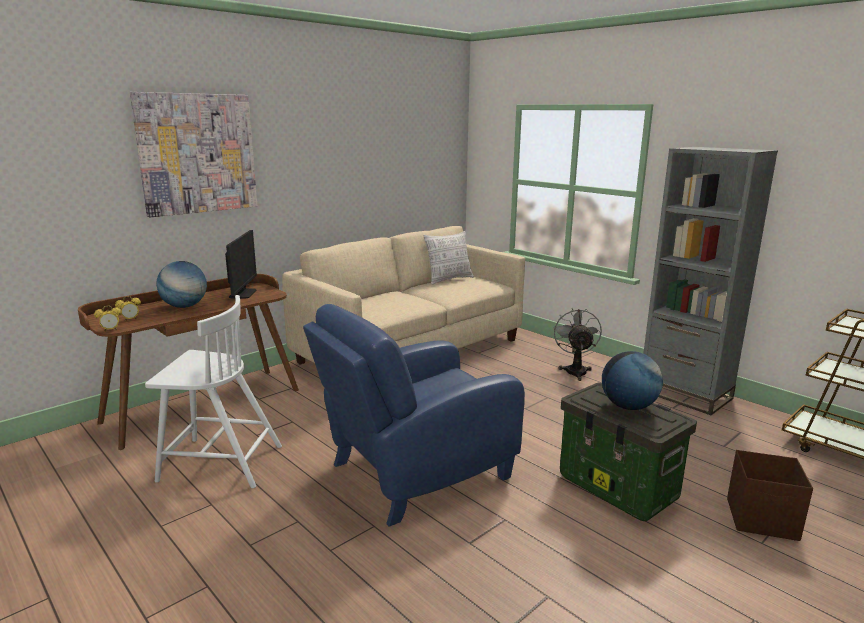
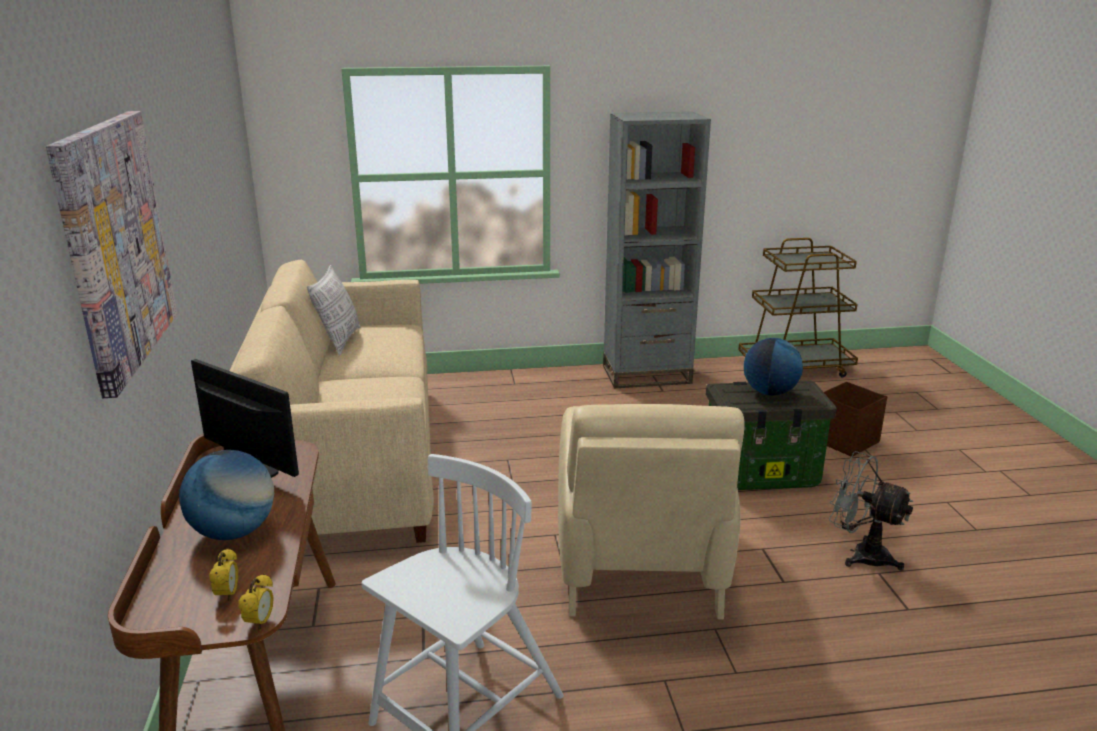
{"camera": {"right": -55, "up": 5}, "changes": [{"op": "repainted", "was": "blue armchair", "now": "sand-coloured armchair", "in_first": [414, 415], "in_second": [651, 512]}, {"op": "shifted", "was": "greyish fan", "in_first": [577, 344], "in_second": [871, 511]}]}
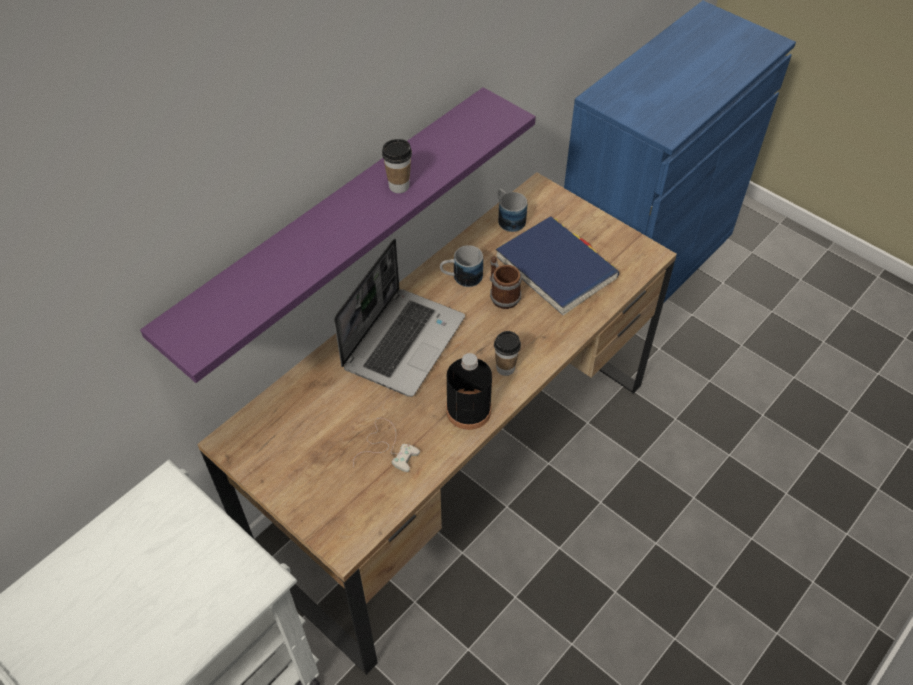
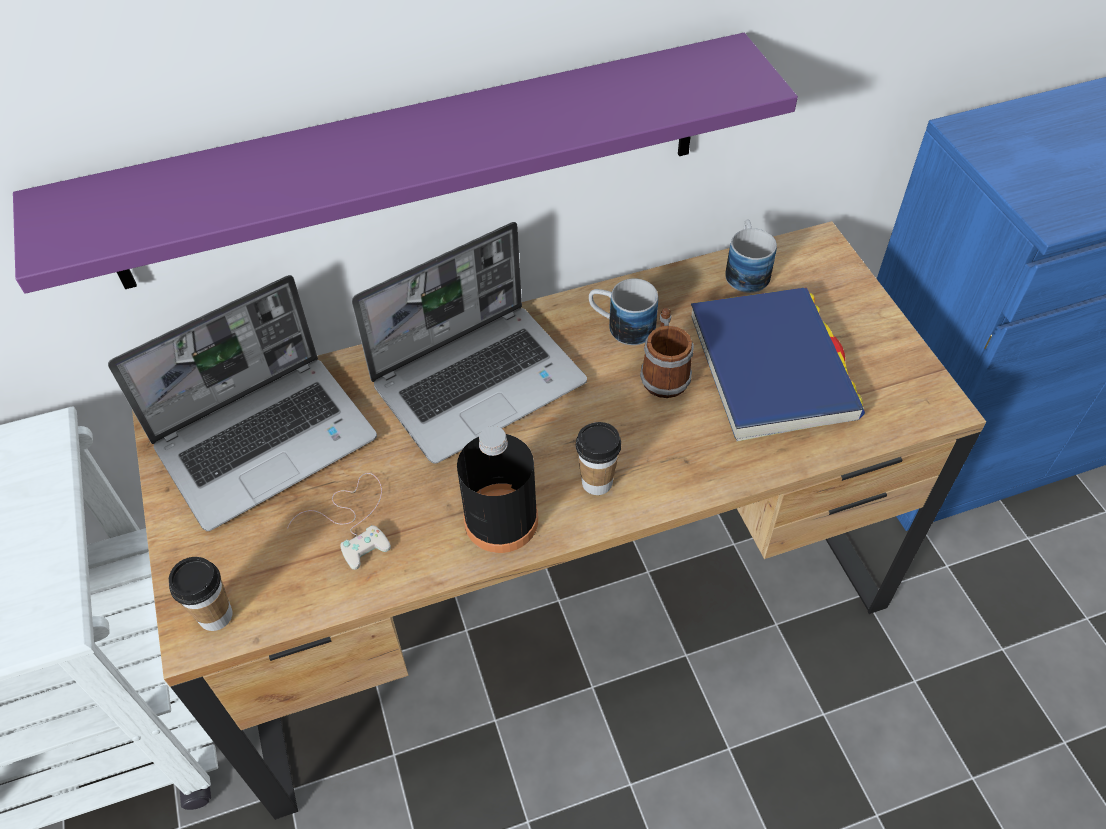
{"camera": {"right": 30, "up": 0}, "changes": [{"op": "shifted", "was": "cup", "in_first": [397, 166], "in_second": [201, 594]}, {"op": "new", "now": "laptop", "in_second": [242, 403]}]}
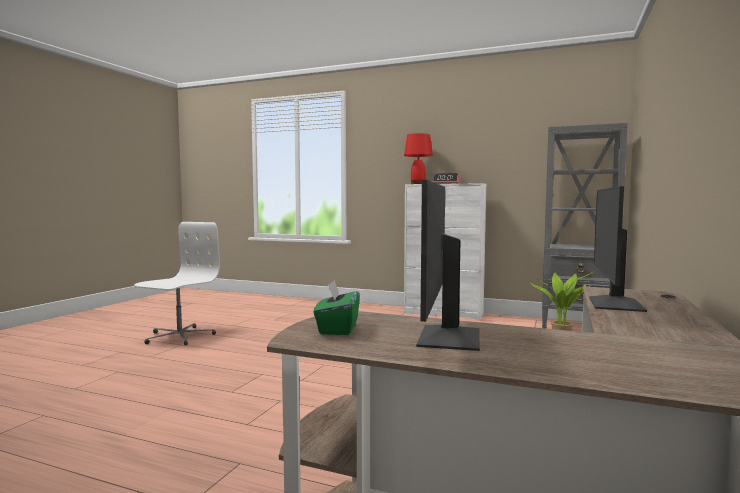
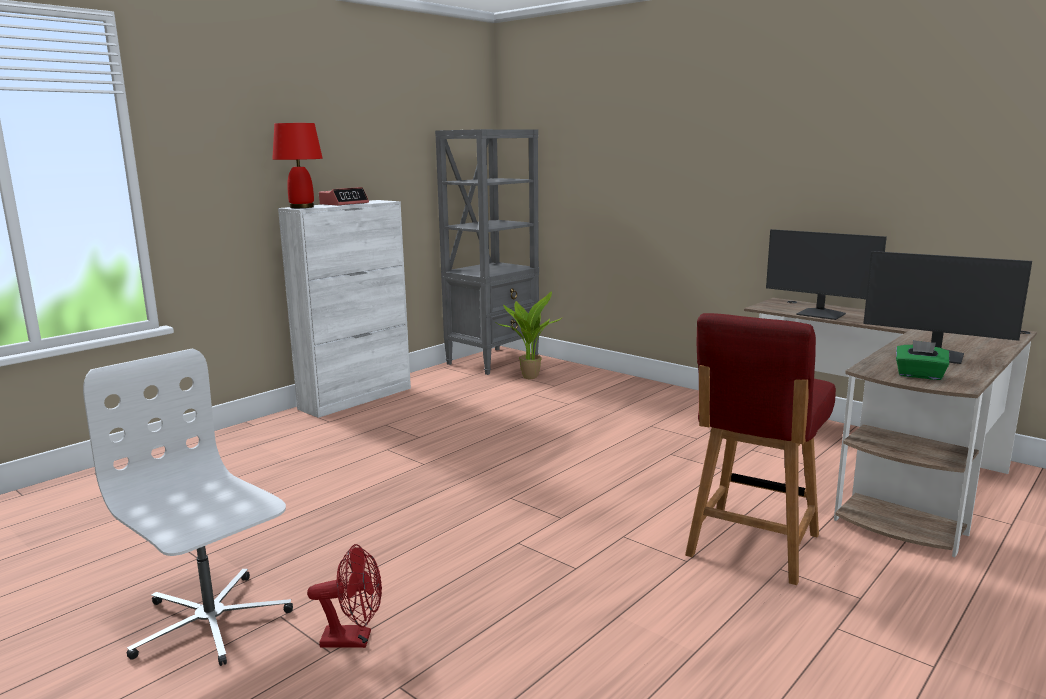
{"camera": {"right": -70, "up": 10}, "changes": [{"op": "new", "now": "red-coloured upright chair", "in_second": [760, 449]}, {"op": "new", "now": "red-coloured fan", "in_second": [344, 596]}]}
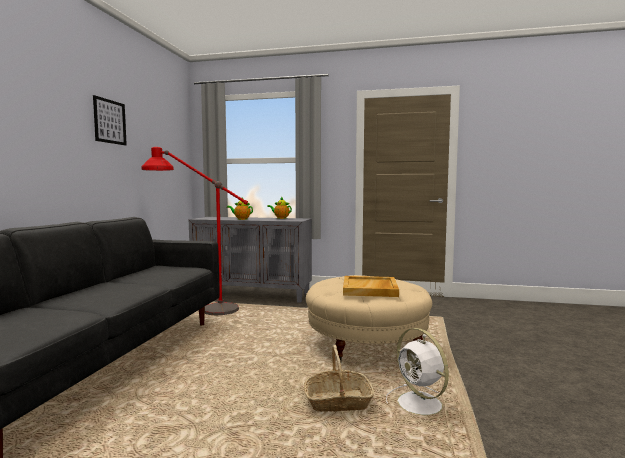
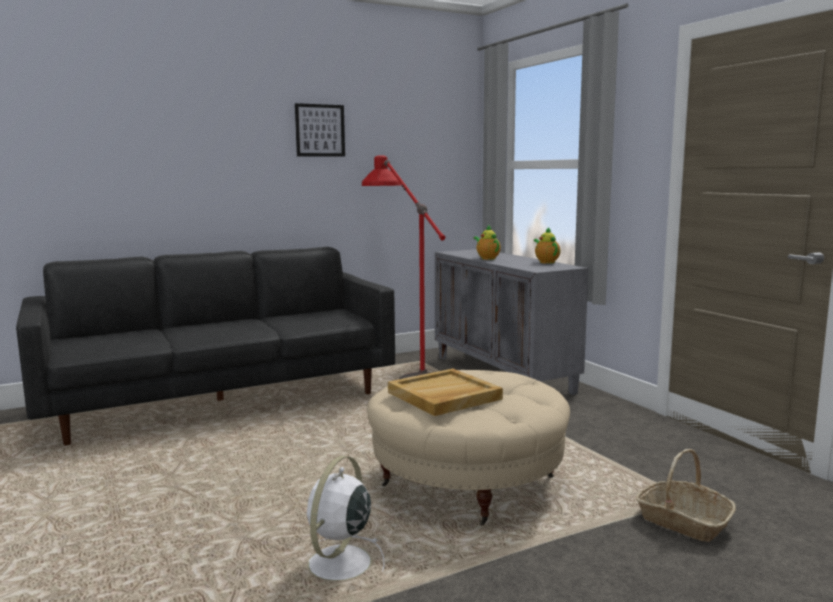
{"camera": {"right": 50, "up": 5}, "changes": [{"op": "shifted", "was": "storage basket", "in_first": [339, 378], "in_second": [686, 495]}]}
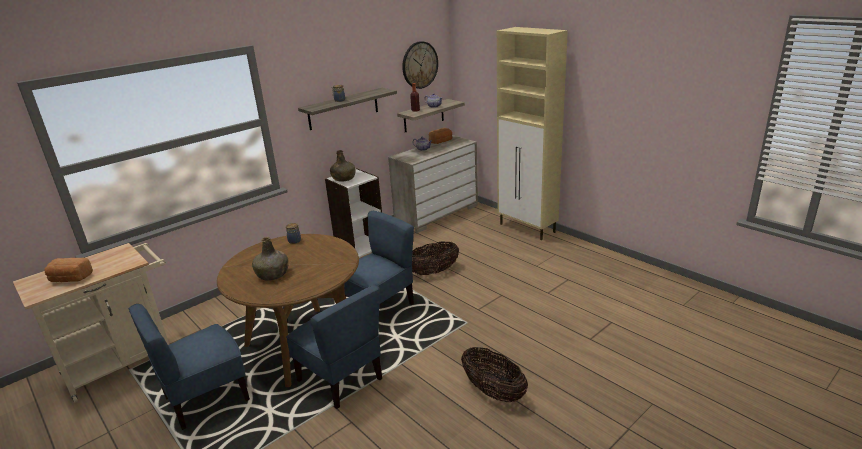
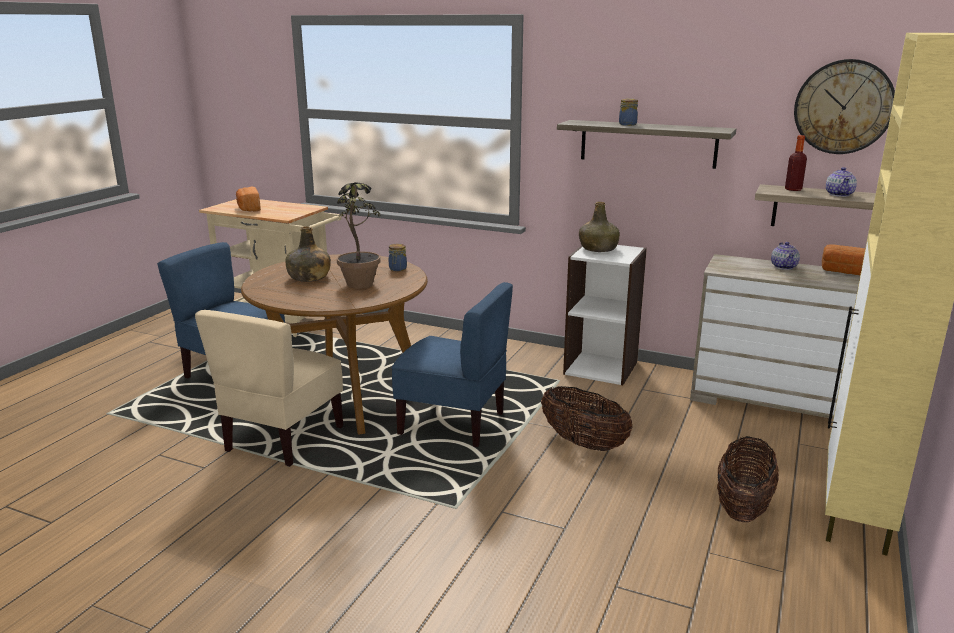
{"camera": {"right": 65, "up": -5}, "changes": [{"op": "repainted", "was": "blue upright chair", "now": "sand-coloured upright chair", "in_first": [334, 347], "in_second": [269, 388]}, {"op": "shifted", "was": "storage basket", "in_first": [494, 374], "in_second": [748, 479]}, {"op": "new", "now": "plant in a pot", "in_second": [358, 235]}]}
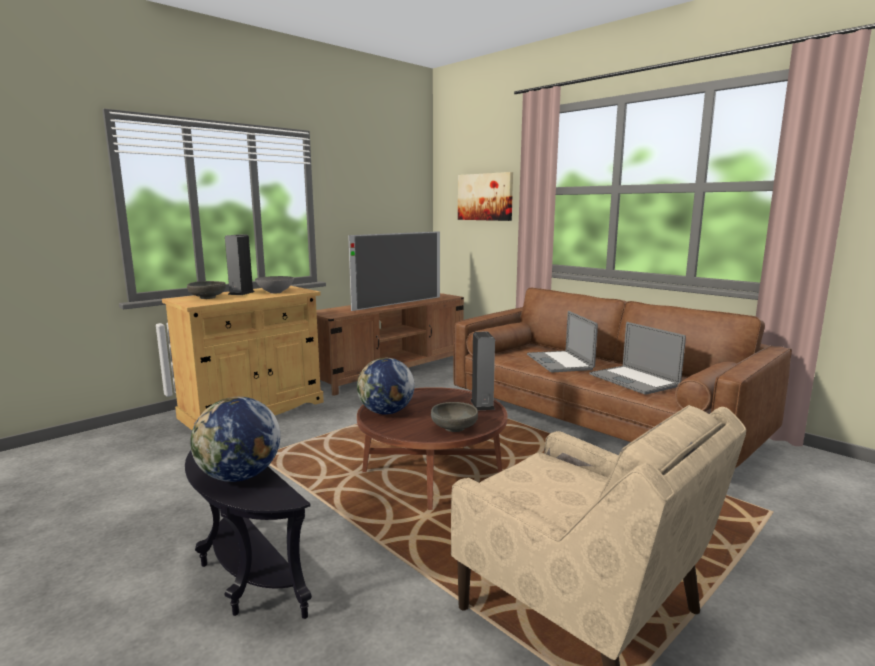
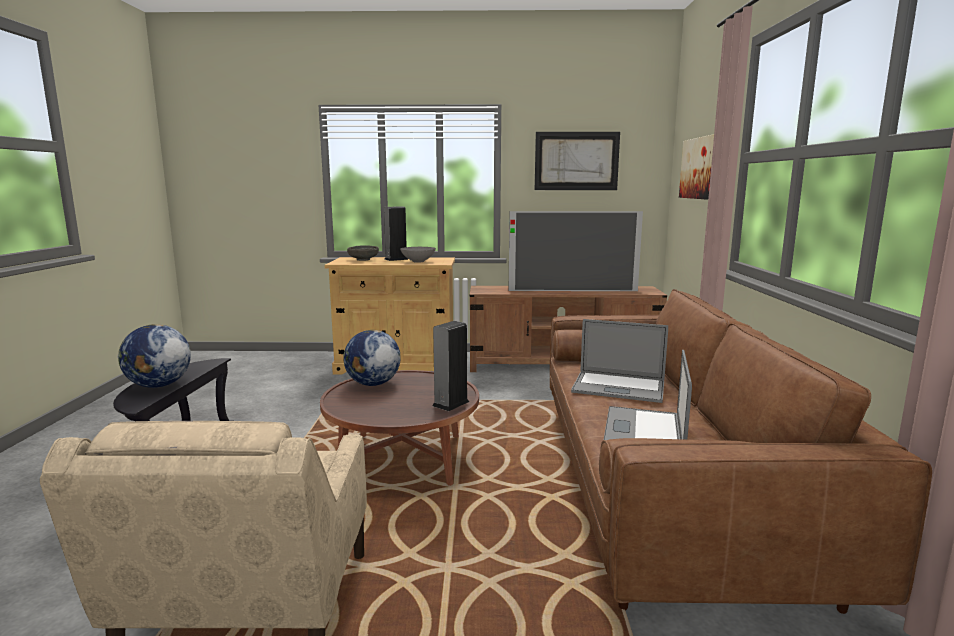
{"camera": {"right": 45, "up": 0}, "changes": [{"op": "rotated", "was": "laptop", "in_first": [562, 341], "in_second": [619, 361], "clockwise": -105}, {"op": "gone", "was": "greyish deep dish", "in_first": [454, 417]}, {"op": "new", "now": "wall picture", "in_second": [577, 161]}]}
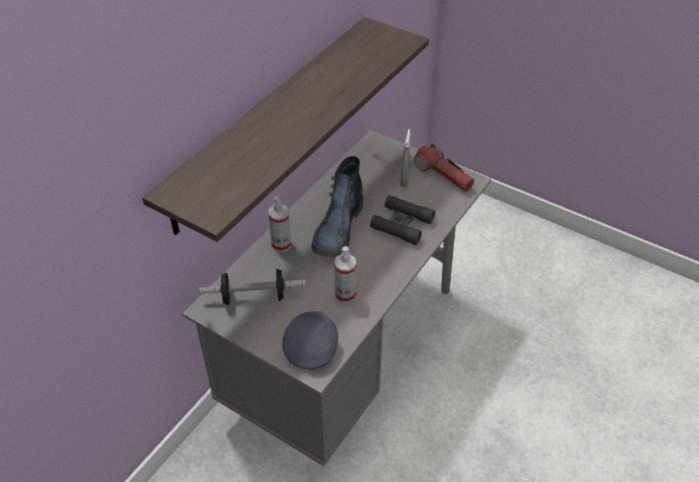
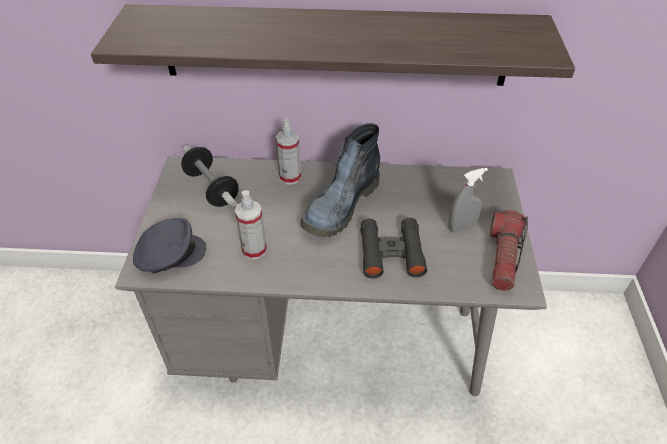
{"camera": {"right": 60, "up": 0}, "changes": [{"op": "rotated", "was": "tall boot", "in_first": [337, 207], "in_second": [340, 180], "clockwise": -45}]}
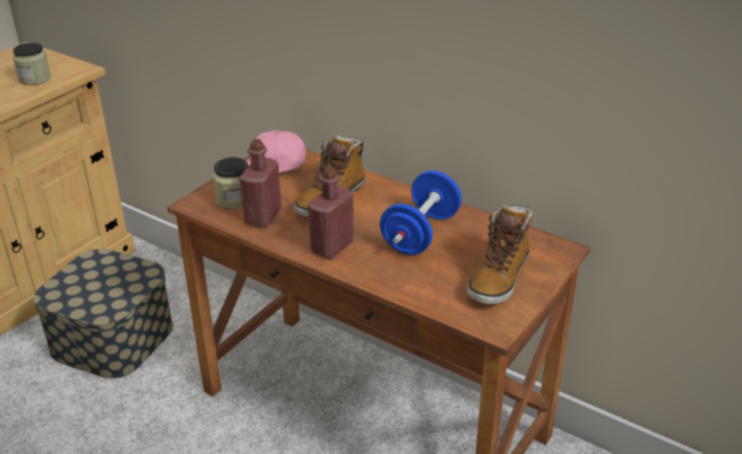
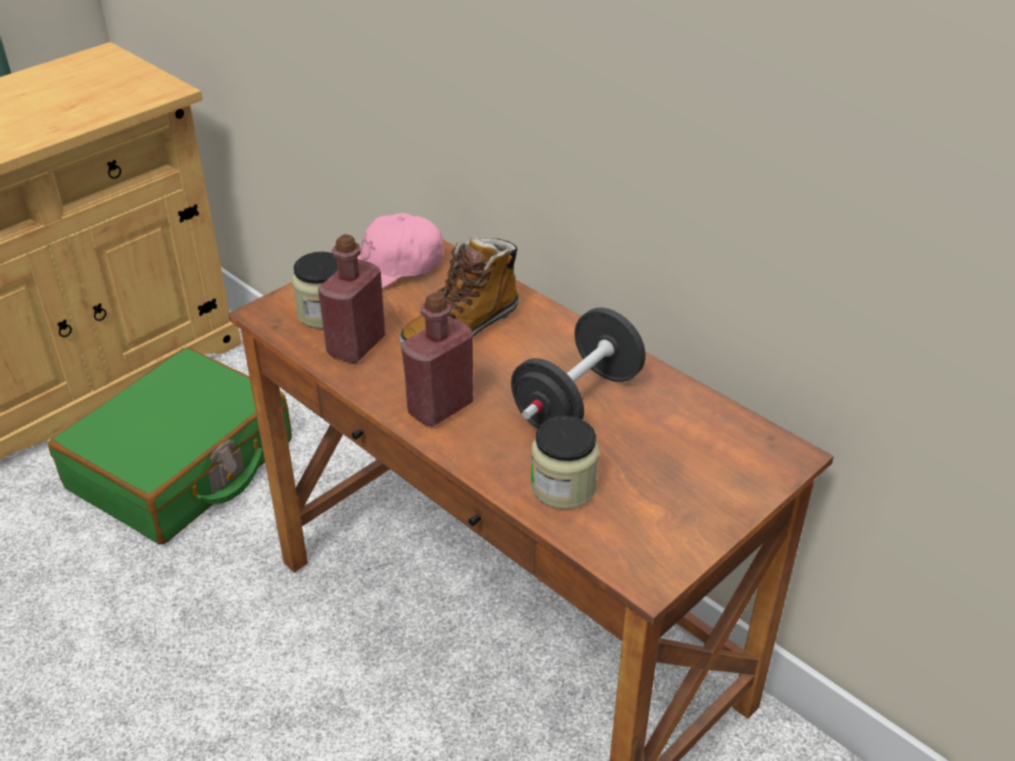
{"camera": {"right": 10, "up": 5}, "changes": [{"op": "shifted", "was": "storage jar", "in_first": [32, 64], "in_second": [565, 462]}, {"op": "repainted", "was": "blue hand weight", "now": "black hand weight", "in_first": [421, 213], "in_second": [578, 368]}, {"op": "gone", "was": "tall boot", "in_first": [500, 255]}, {"op": "swapped", "was": "storage container", "now": "green-coloured travel case", "in_first": [103, 313], "in_second": [170, 446]}]}
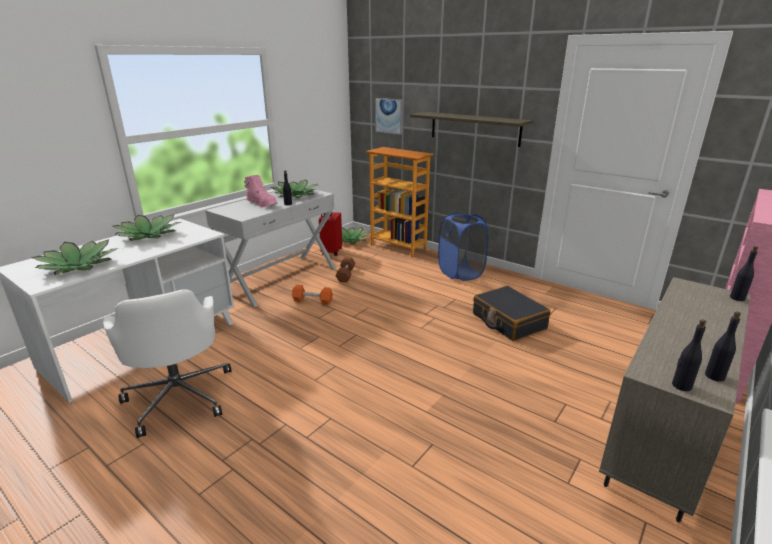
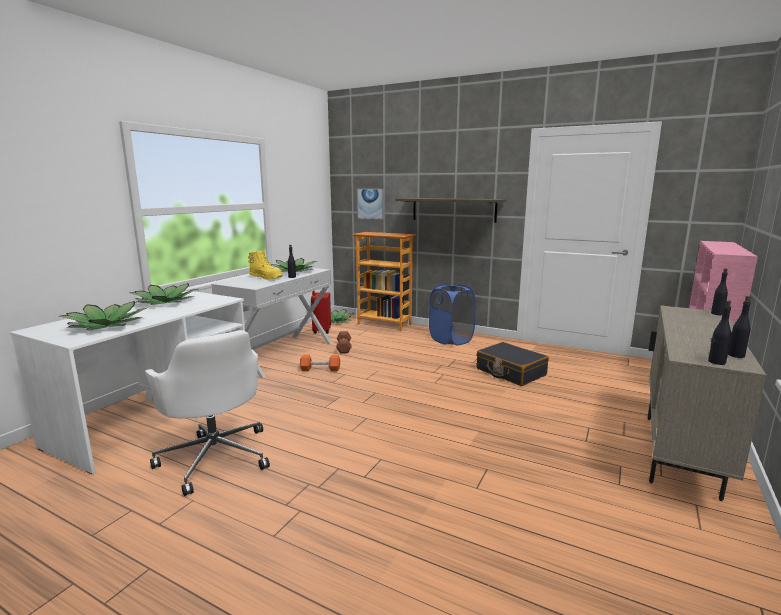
{"camera": {"right": -10, "up": -10}, "changes": [{"op": "repainted", "was": "pinkish tall boot", "now": "yellow tall boot", "in_first": [260, 191], "in_second": [265, 265]}]}
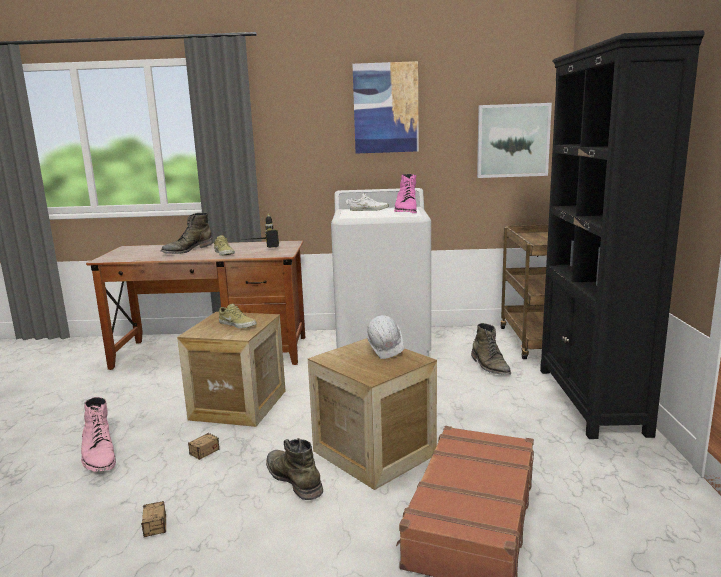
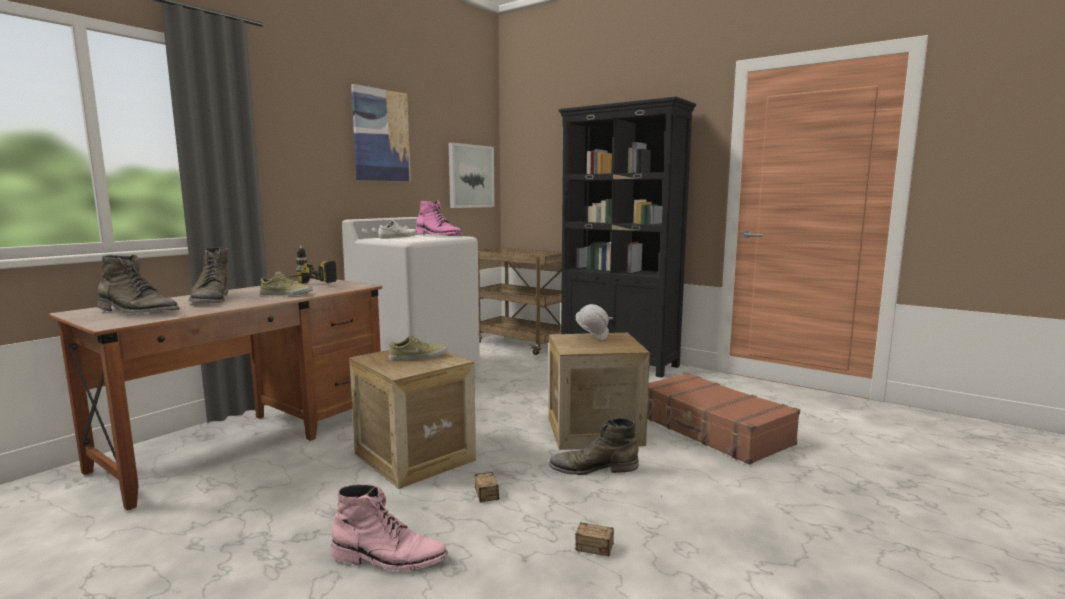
{"camera": {"right": -55, "up": -5}, "changes": [{"op": "shifted", "was": "green-coloured tall boot", "in_first": [491, 349], "in_second": [138, 284]}]}
